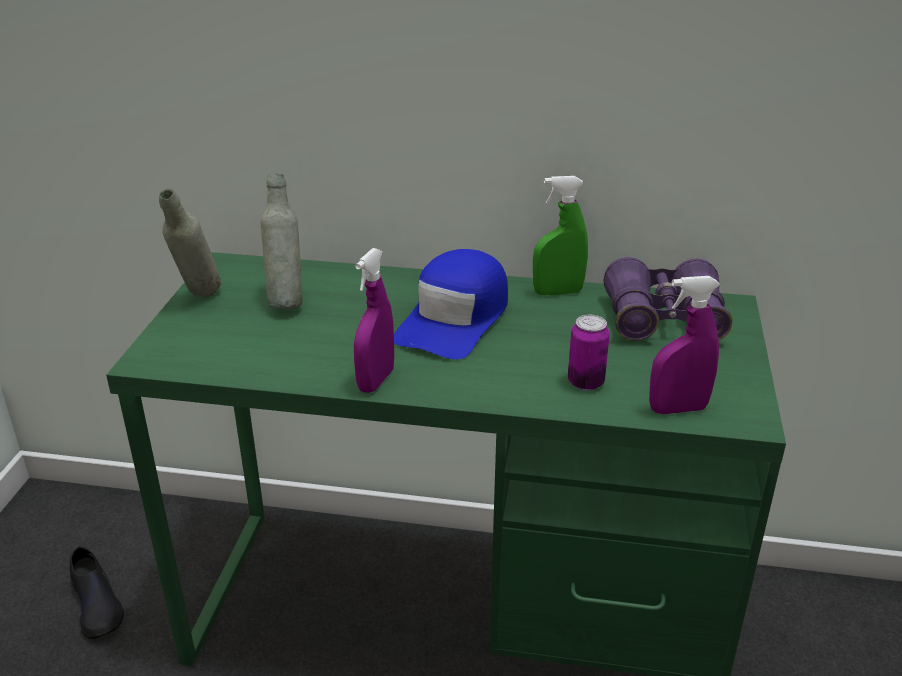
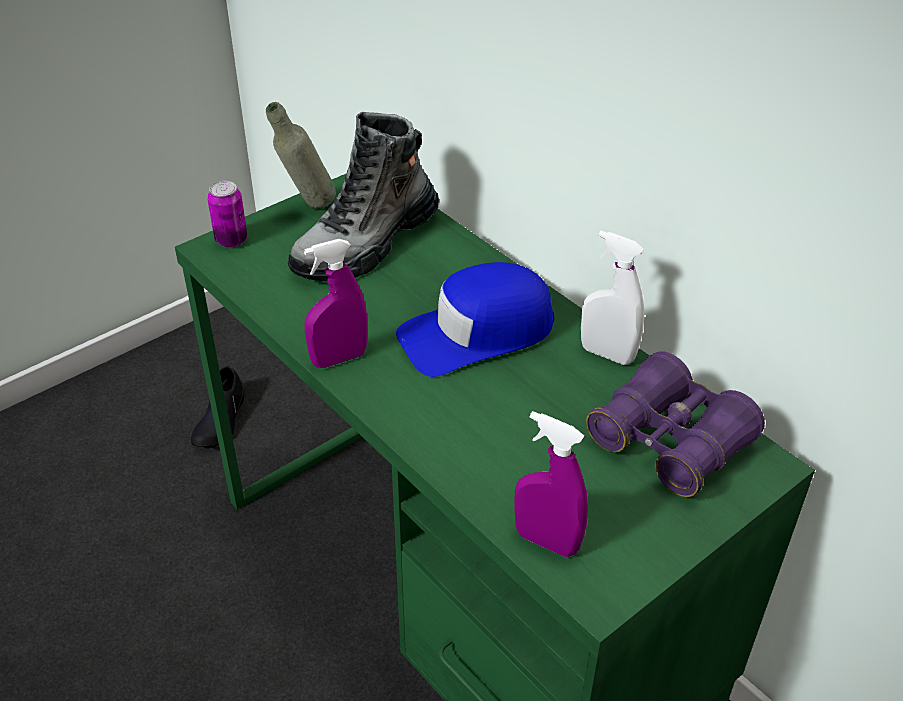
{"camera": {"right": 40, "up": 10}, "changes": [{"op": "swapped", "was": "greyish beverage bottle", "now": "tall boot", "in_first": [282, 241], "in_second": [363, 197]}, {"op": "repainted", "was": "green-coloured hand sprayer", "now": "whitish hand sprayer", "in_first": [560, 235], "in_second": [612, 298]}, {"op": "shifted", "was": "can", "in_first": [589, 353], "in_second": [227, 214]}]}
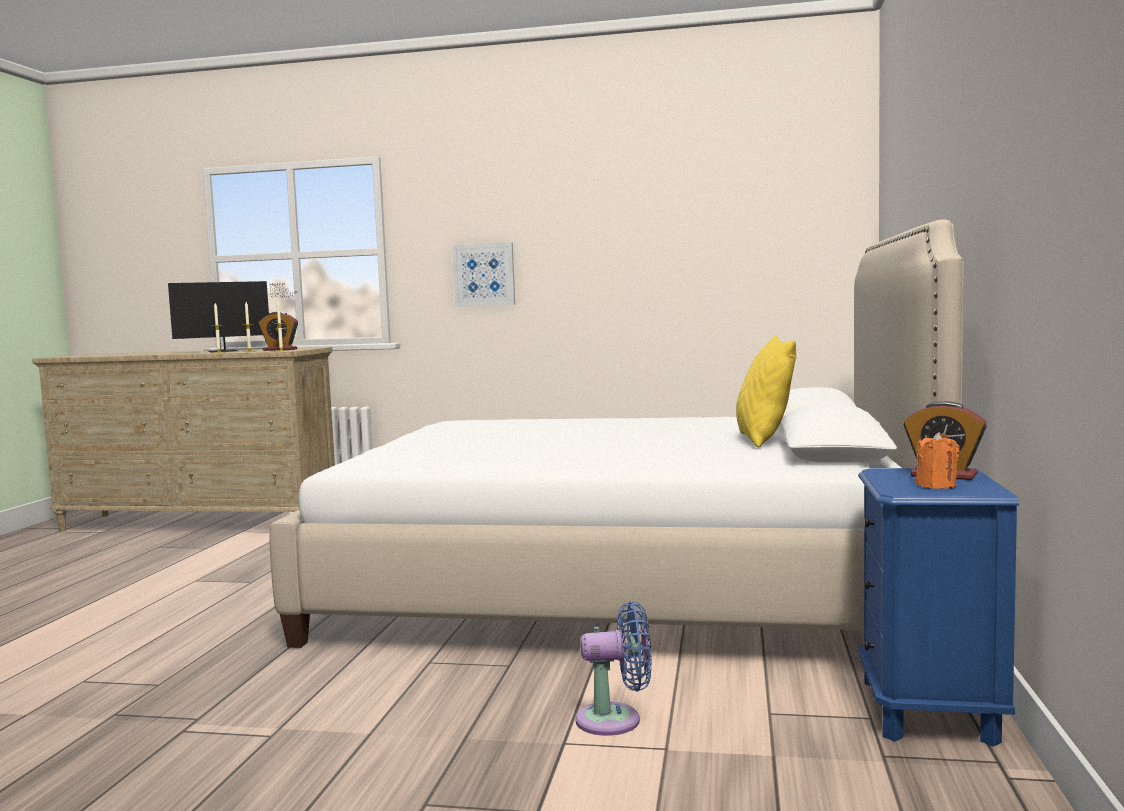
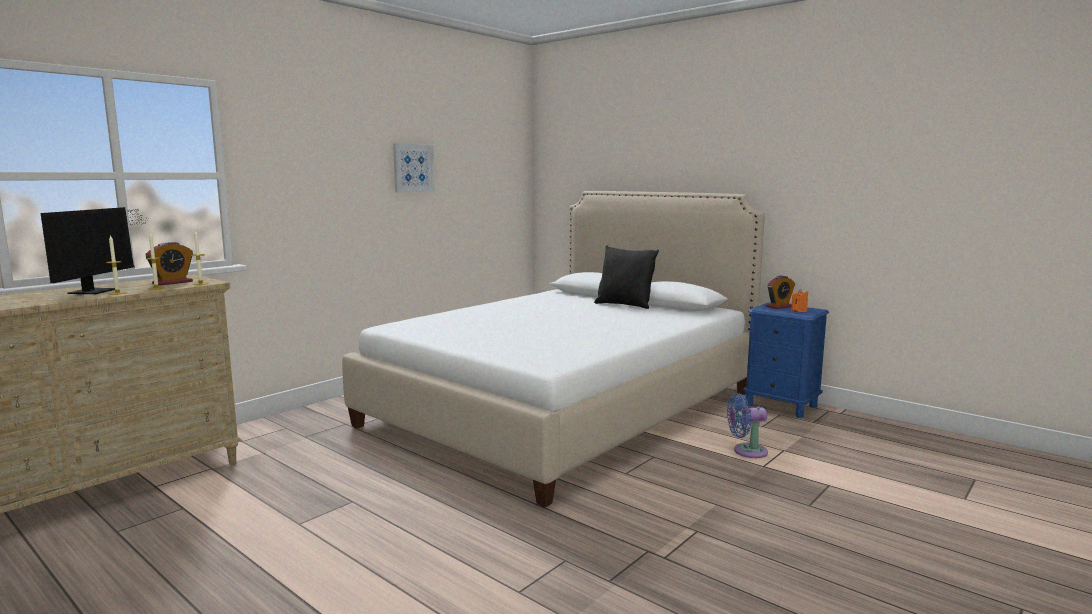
{"camera": {"right": -60, "up": 5}, "changes": [{"op": "shifted", "was": "wall picture", "in_first": [483, 274], "in_second": [413, 168]}, {"op": "repainted", "was": "yellow cushion", "now": "black cushion", "in_first": [766, 391], "in_second": [626, 277]}, {"op": "rotated", "was": "blue fan", "in_first": [613, 668], "in_second": [747, 425], "clockwise": -120}]}
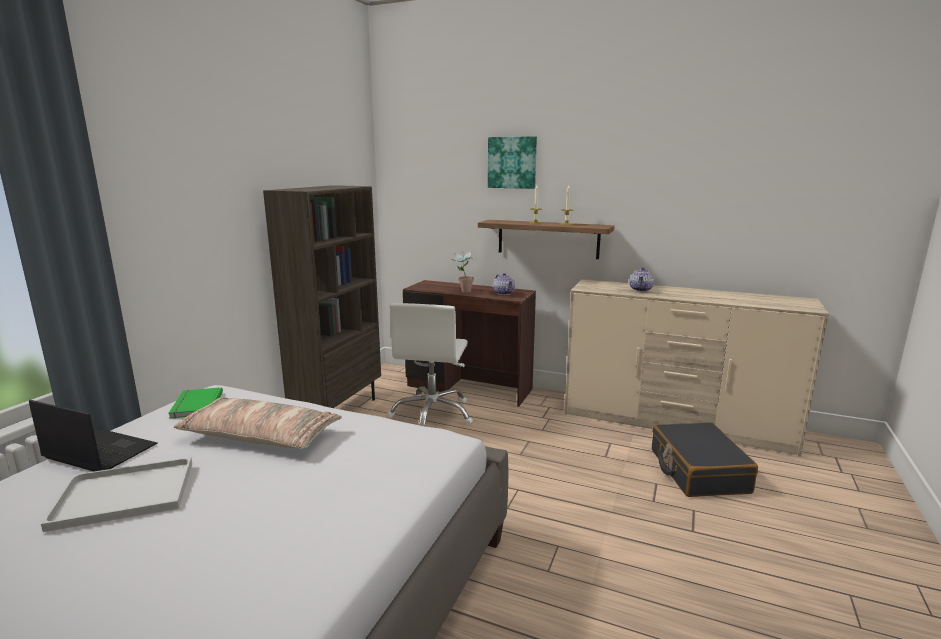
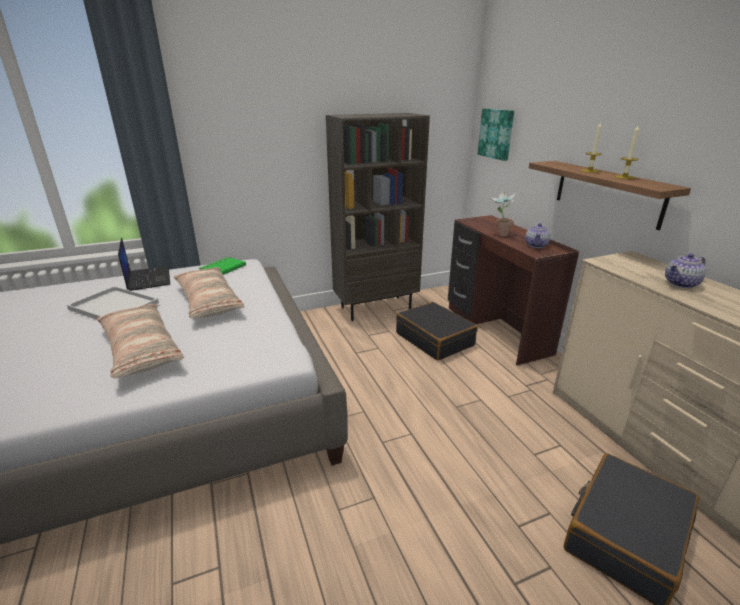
{"camera": {"right": 45, "up": 10}, "changes": [{"op": "shifted", "was": "wall picture", "in_first": [512, 162], "in_second": [496, 134]}, {"op": "swapped", "was": "whitish desk chair", "now": "black travel case", "in_first": [430, 364], "in_second": [437, 331]}, {"op": "new", "now": "cushion", "in_second": [140, 341]}]}
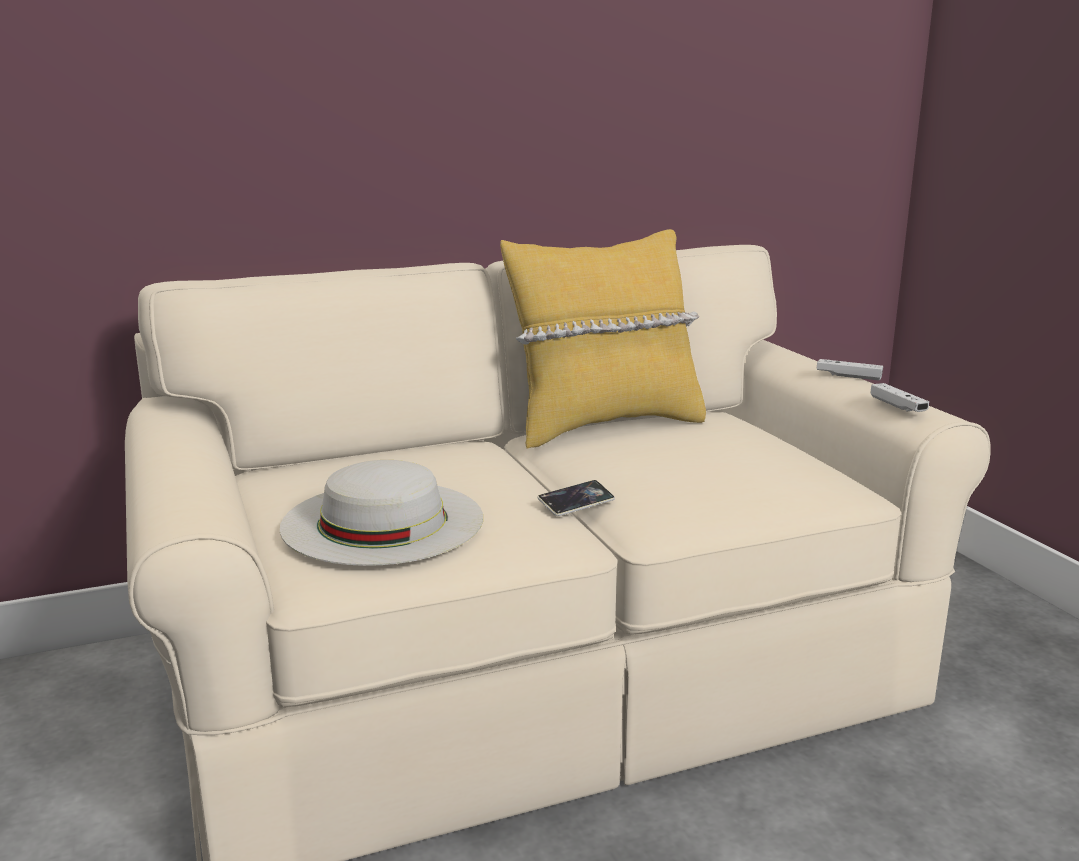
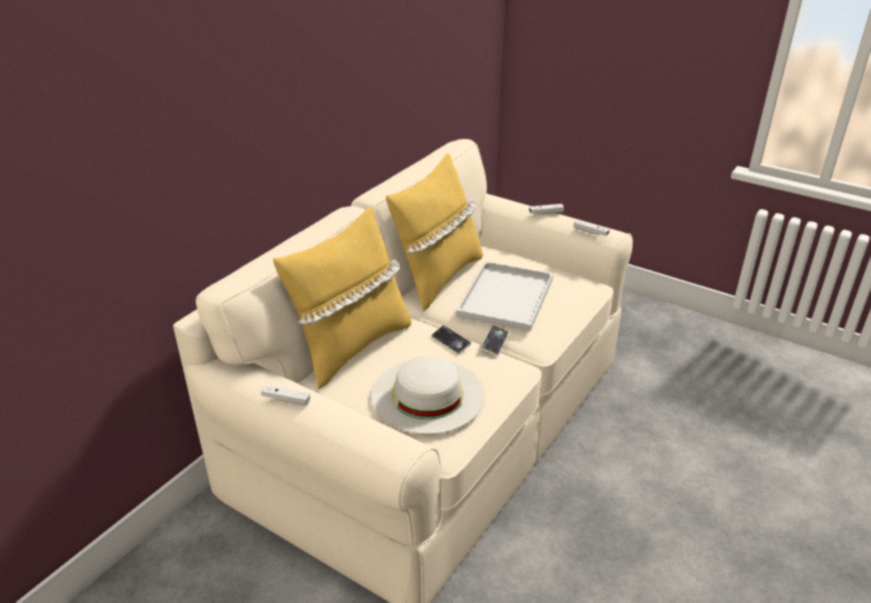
{"camera": {"right": -35, "up": 15}, "changes": [{"op": "new", "now": "yellow cushion", "in_second": [342, 298]}, {"op": "new", "now": "whitish tray", "in_second": [504, 296]}, {"op": "new", "now": "phone", "in_second": [451, 339]}, {"op": "new", "now": "whitish gamepad", "in_second": [285, 395]}]}
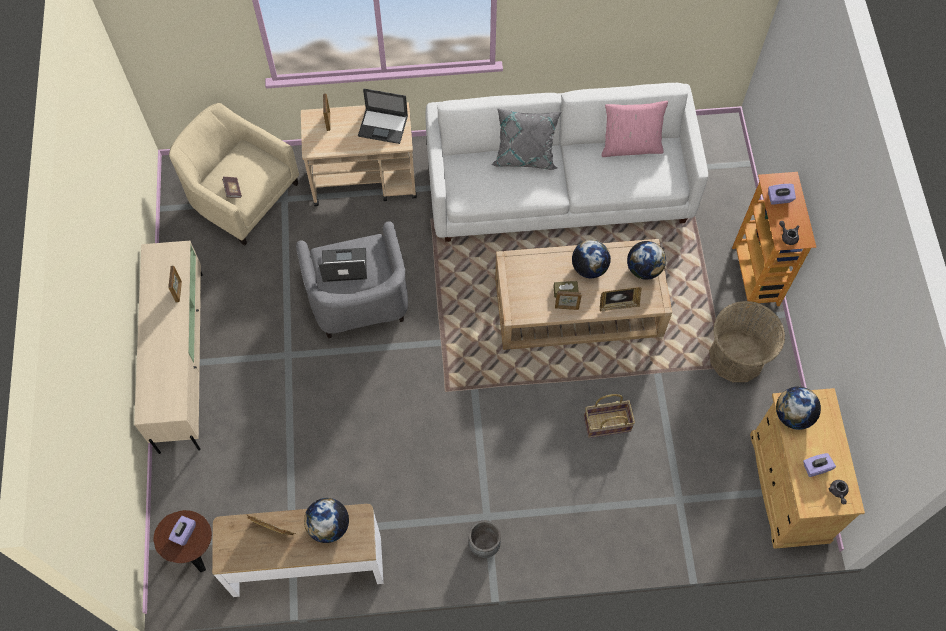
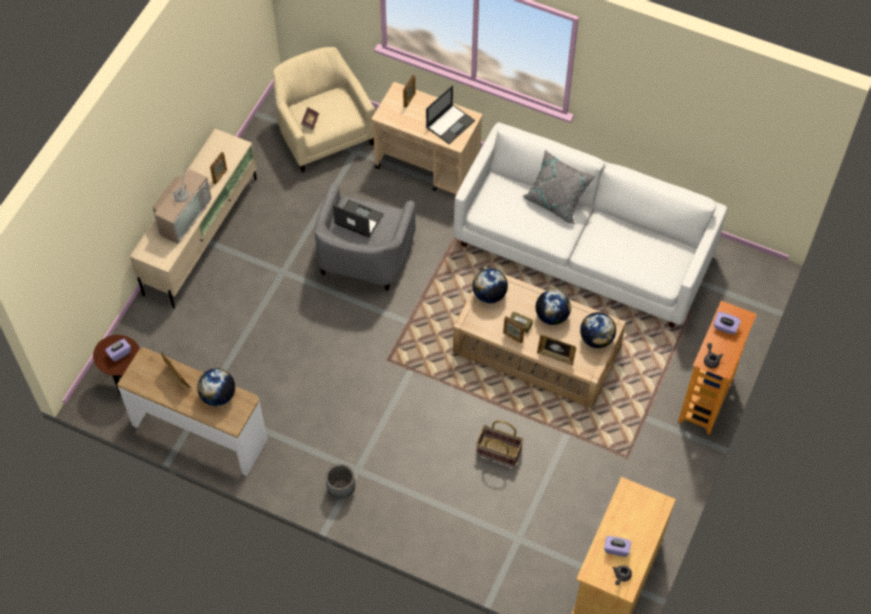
{"camera": {"right": 30, "up": -5}, "changes": [{"op": "rotated", "was": "laptop", "in_first": [383, 116], "in_second": [450, 114], "clockwise": -90}, {"op": "gone", "was": "pinkish cushion", "in_first": [634, 129]}, {"op": "gone", "was": "storage basket", "in_first": [747, 341]}, {"op": "shifted", "was": "desk globe", "in_first": [798, 408], "in_second": [490, 285]}, {"op": "new", "now": "TV", "in_second": [182, 203]}]}
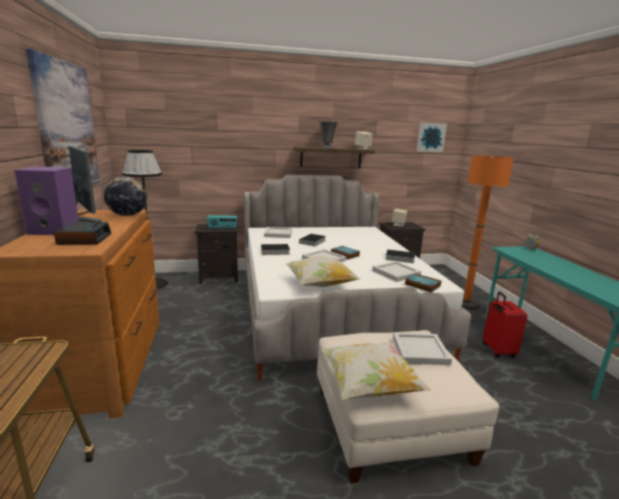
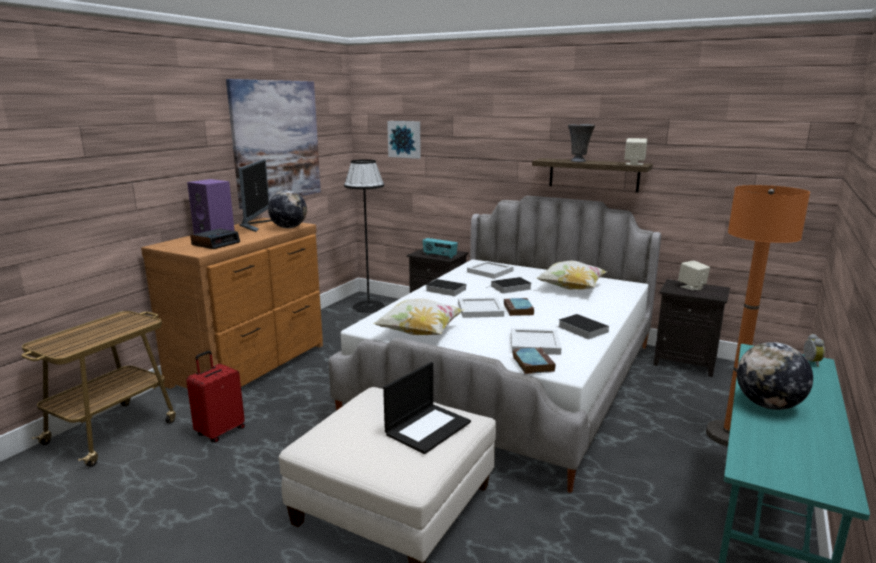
{"camera": {"right": 40, "up": 0}, "changes": [{"op": "shifted", "was": "wall picture", "in_first": [431, 137], "in_second": [404, 140]}, {"op": "shifted", "was": "red-coloured travel case", "in_first": [505, 324], "in_second": [215, 397]}, {"op": "swapped", "was": "whitish tray", "now": "laptop", "in_first": [422, 348], "in_second": [427, 408]}, {"op": "shifted", "was": "cushion", "in_first": [376, 371], "in_second": [572, 275]}, {"op": "new", "now": "desk globe", "in_second": [775, 376]}]}
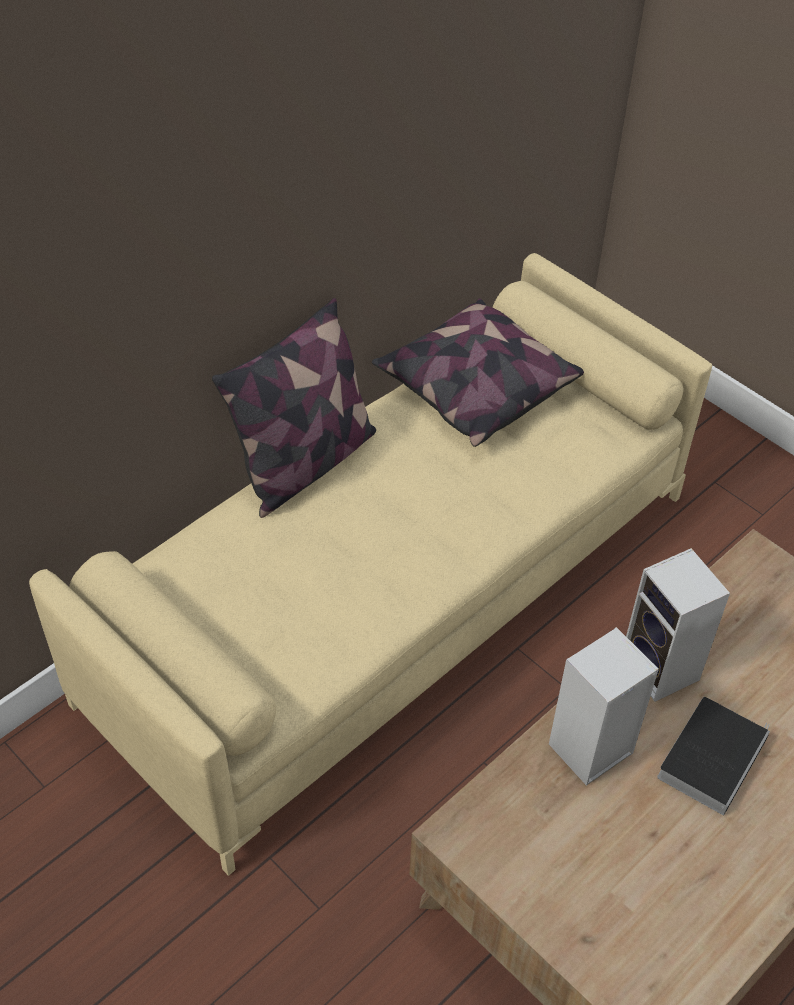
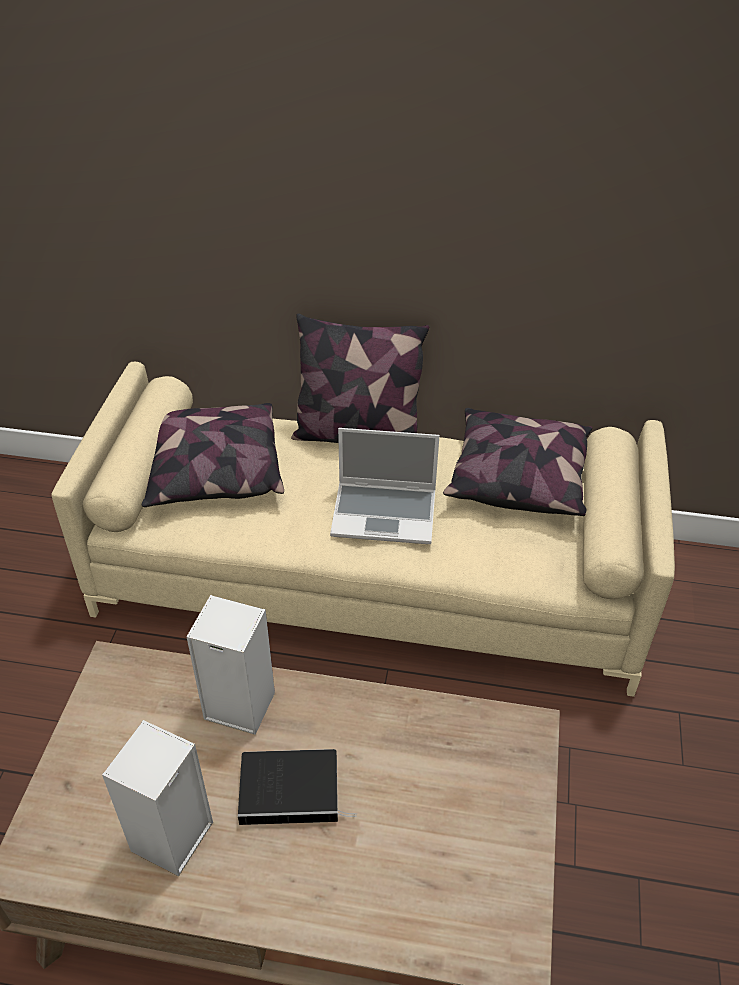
{"camera": {"right": 55, "up": -5}, "changes": [{"op": "shifted", "was": "loudspeaker", "in_first": [678, 625], "in_second": [157, 798]}, {"op": "new", "now": "cushion", "in_second": [212, 455]}, {"op": "new", "now": "laptop", "in_second": [385, 486]}]}
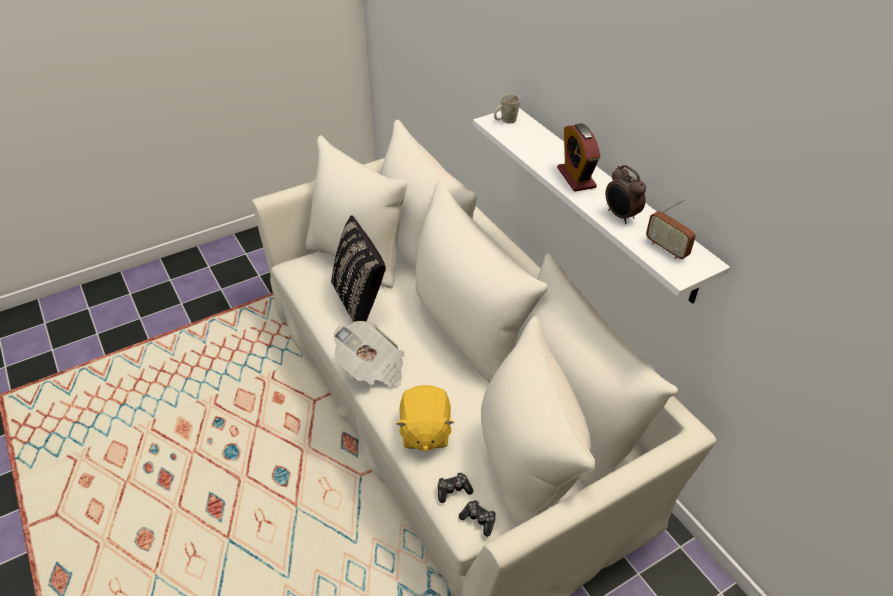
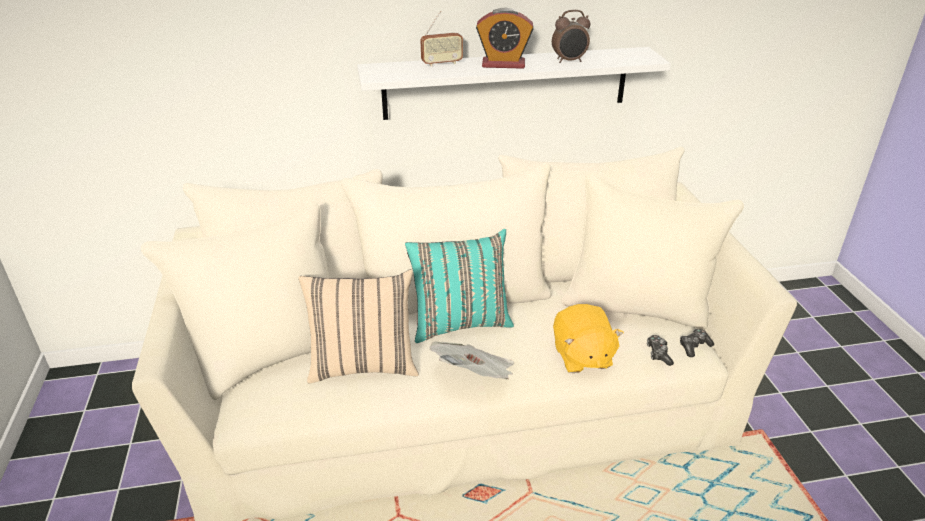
{"camera": {"right": -70, "up": -10}, "changes": [{"op": "gone", "was": "whitish tea mug", "in_first": [507, 109]}, {"op": "shifted", "was": "radio set", "in_first": [671, 229], "in_second": [441, 39]}, {"op": "repainted", "was": "black cushion", "now": "sand-coloured cushion", "in_first": [358, 268], "in_second": [358, 326]}, {"op": "rotated", "was": "yellow cuddly toy", "in_first": [425, 418], "in_second": [588, 338], "clockwise": 60}, {"op": "new", "now": "turquoise cushion", "in_second": [459, 286]}]}
